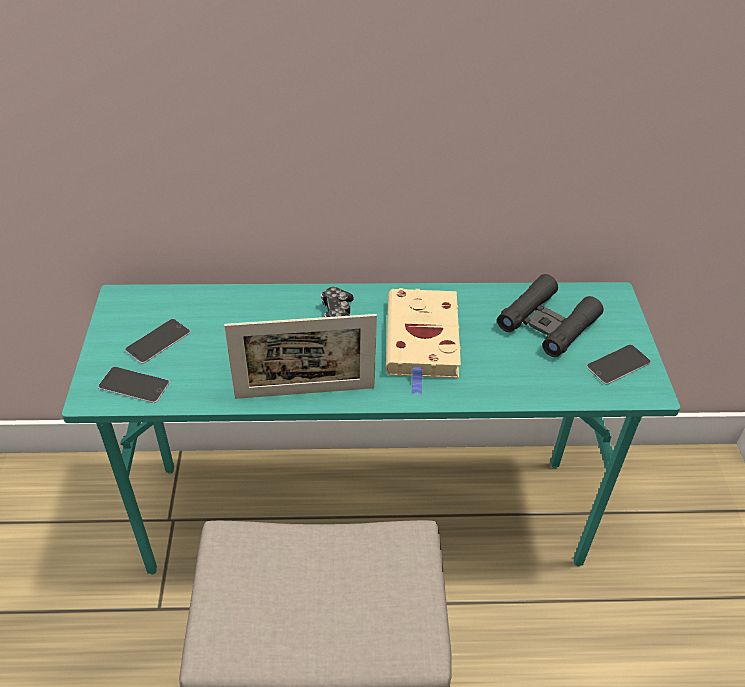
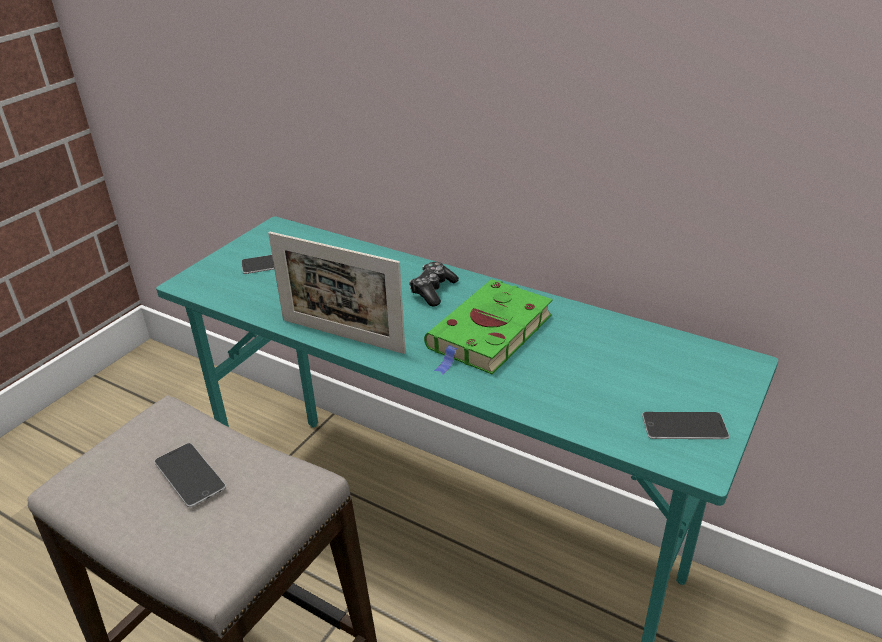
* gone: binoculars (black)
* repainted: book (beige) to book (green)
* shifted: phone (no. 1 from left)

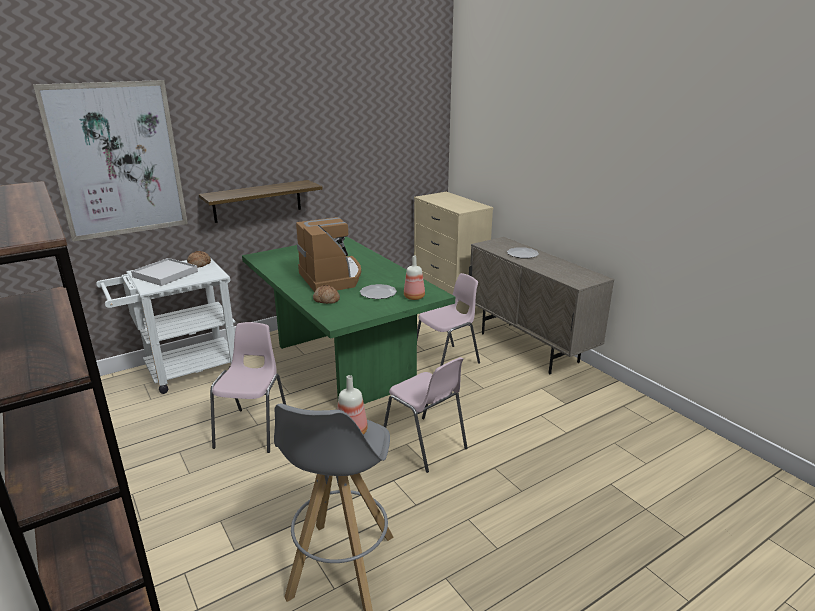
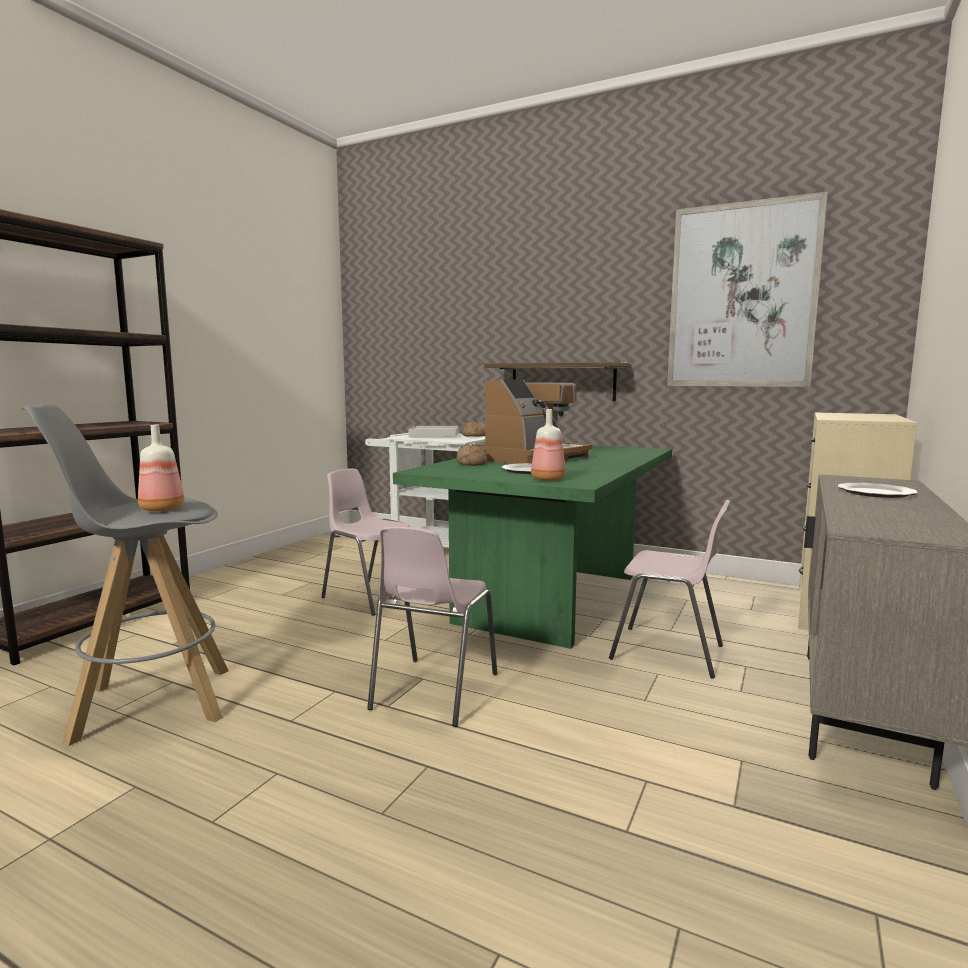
* shifted: picture
* rotated: chair (pink) (no. 1 from left) 120 degrees counterclockwise

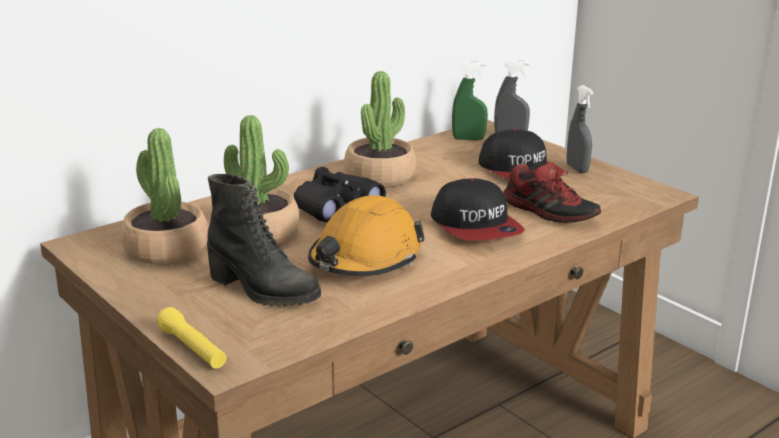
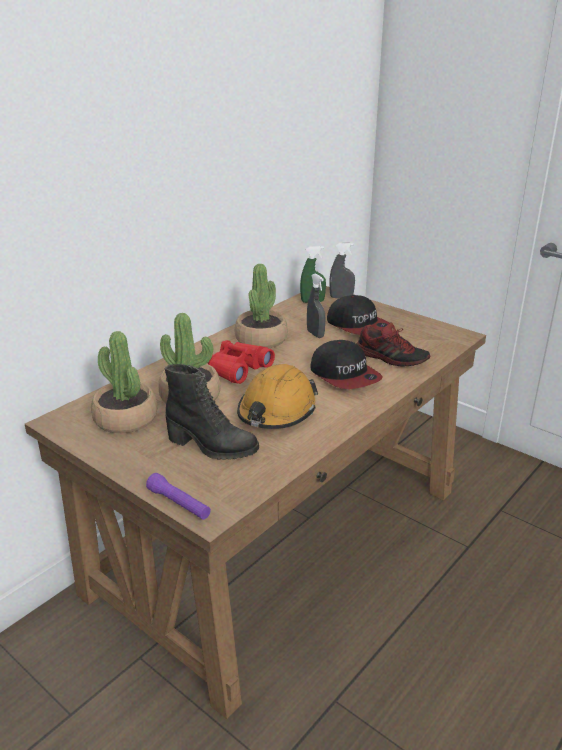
* shifted: spray bottle (grey) (no. 2 from left in the first image) to spray bottle (grey) (no. 1 from left)
* repainted: binoculars (black) to binoculars (red)
* repainted: flashlight (yellow) to flashlight (purple)

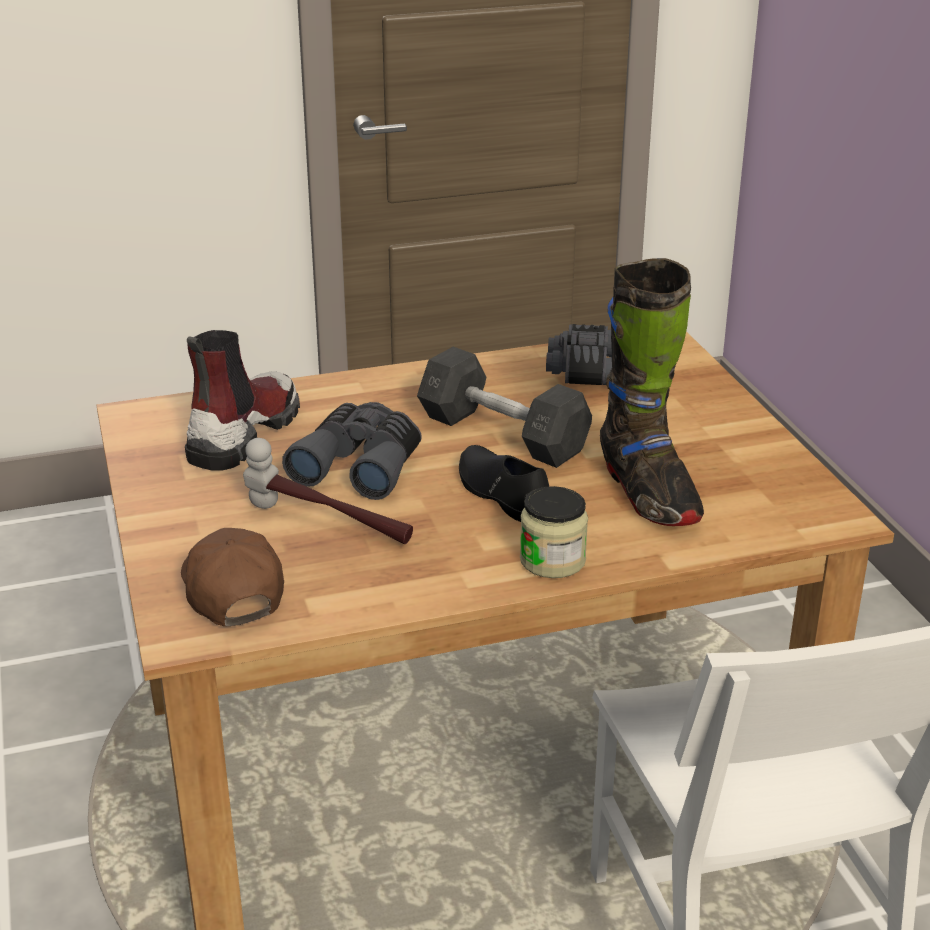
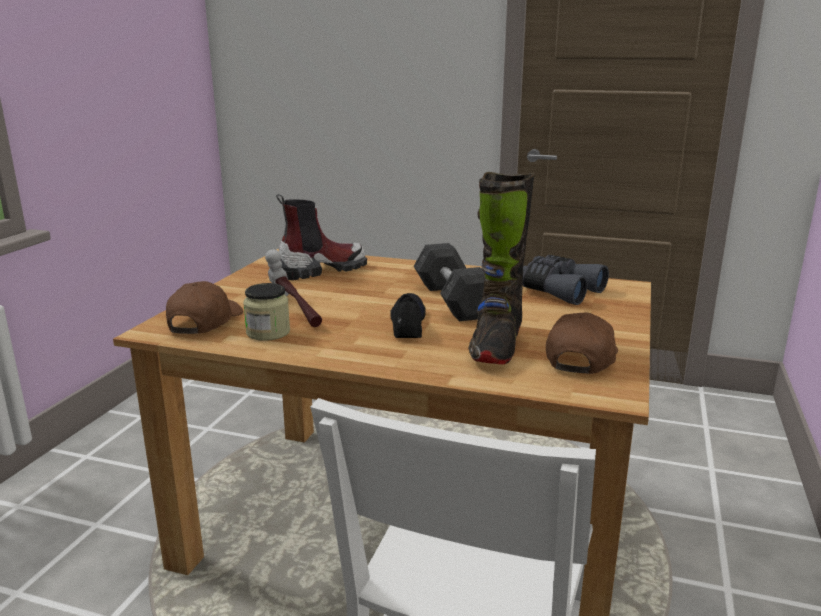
* gone: binoculars (grey) (no. 1 from left)
* shifted: jar
* new: cap (brown) (no. 2 from left)

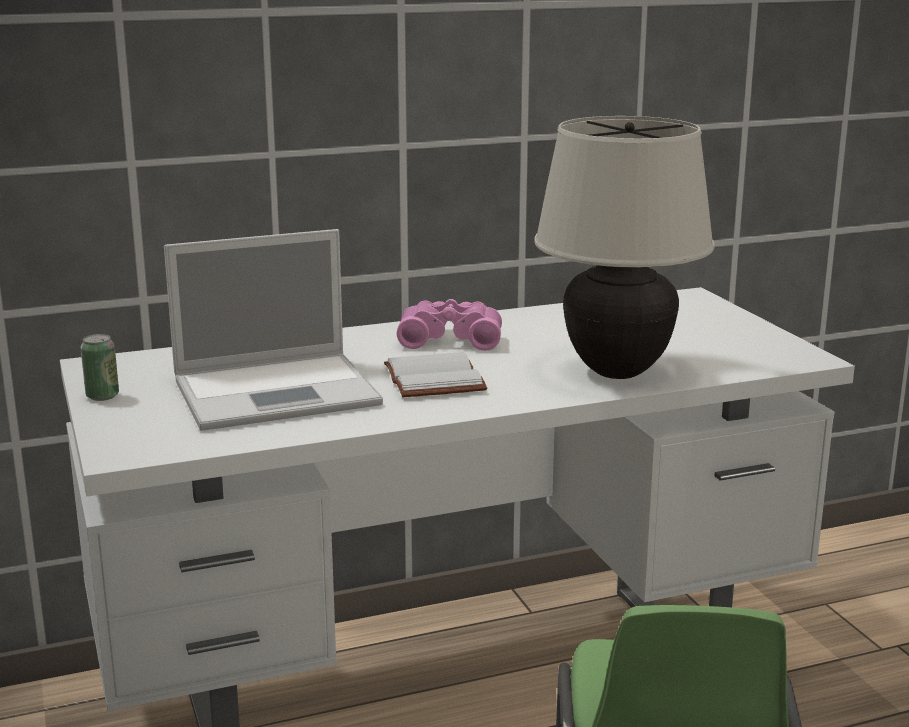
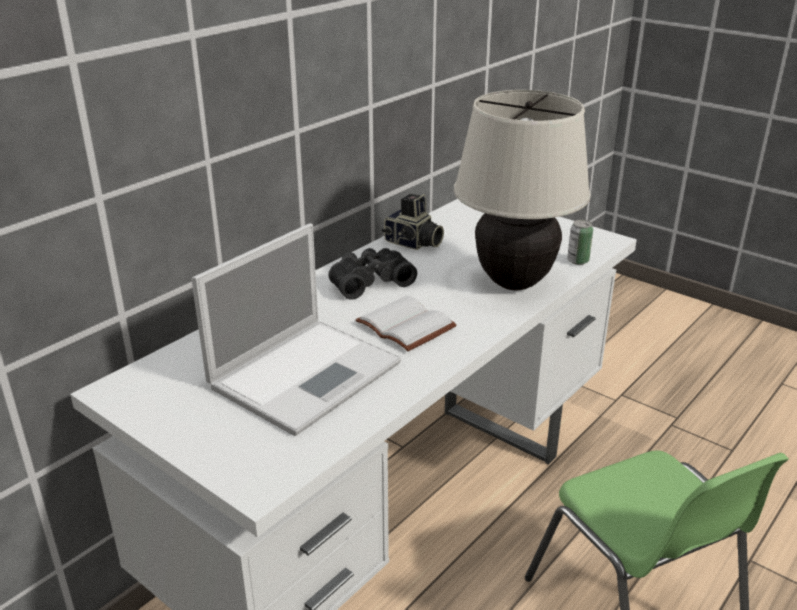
* repainted: binoculars (pink) to binoculars (black)
* shifted: can
* new: photo camera

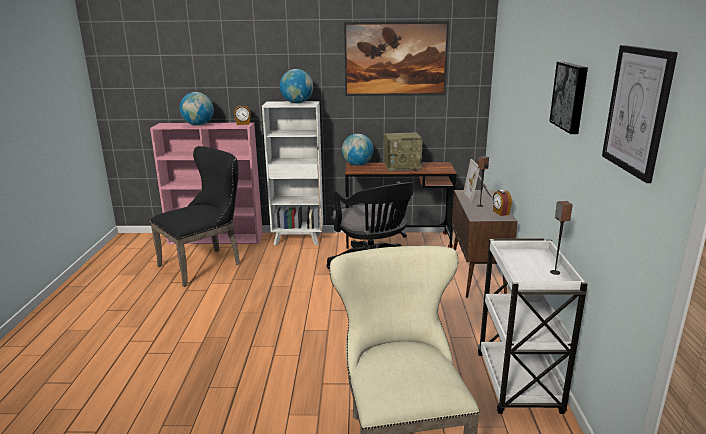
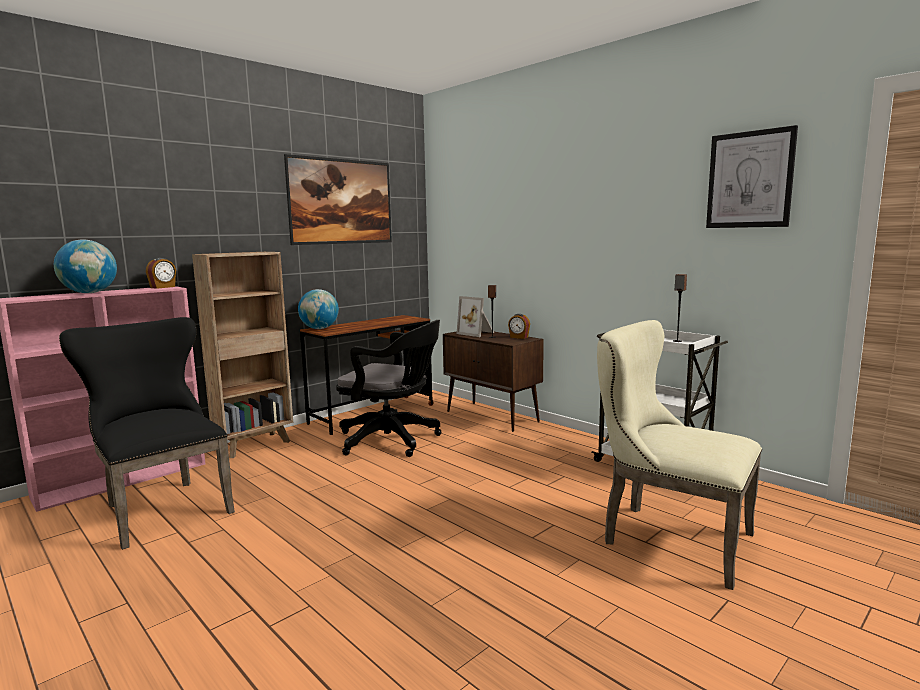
* gone: picture (no. 2 from left)
* gone: globe (no. 2 from left)
* repainted: bookcase (white) to bookcase (brown)
* gone: radio
* rotated: chair (black) 45 degrees counterclockwise

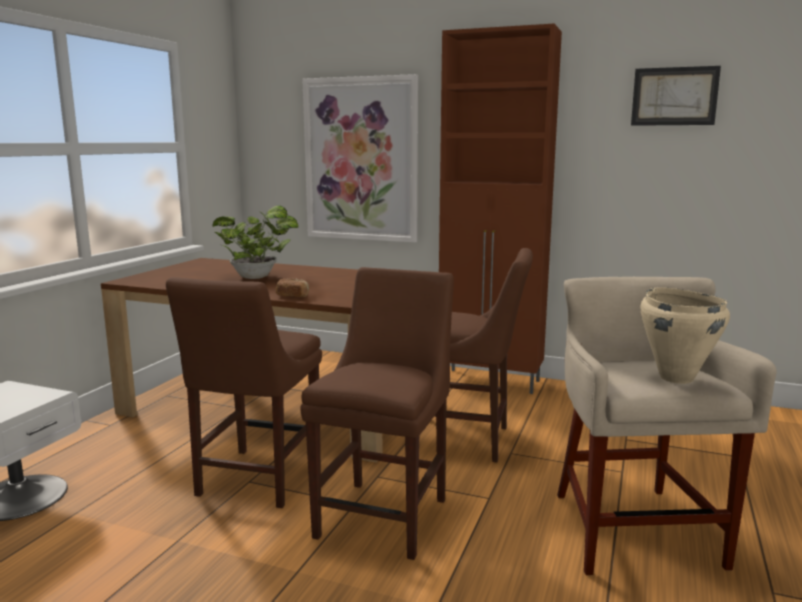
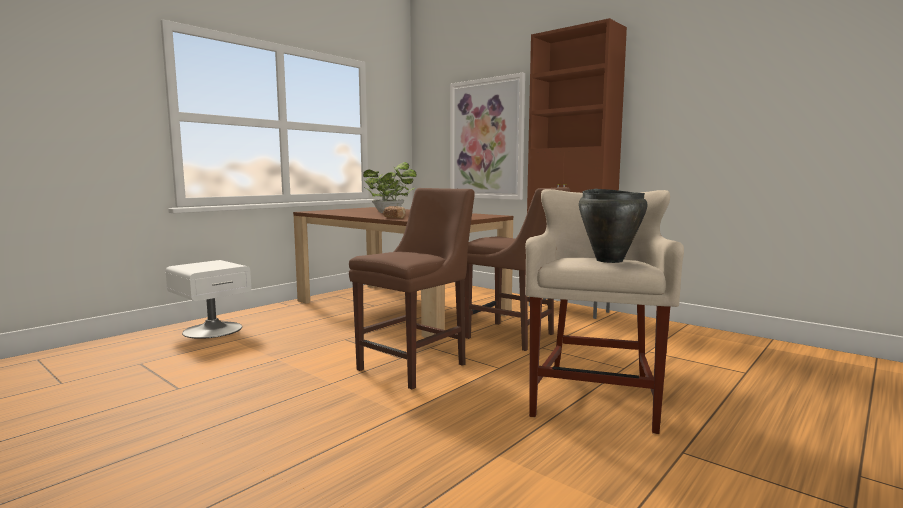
* gone: picture (no. 2 from left)
* gone: chair (brown) (no. 1 from left)
* repainted: cooking pot (beige) to cooking pot (black)

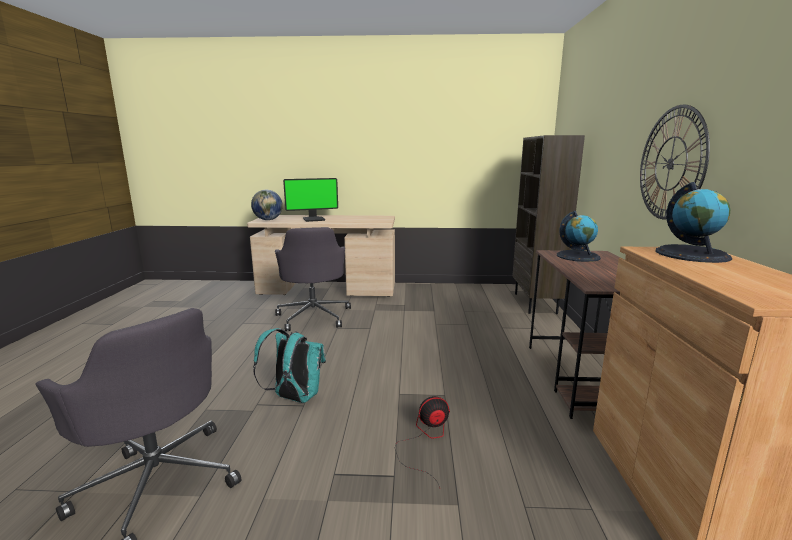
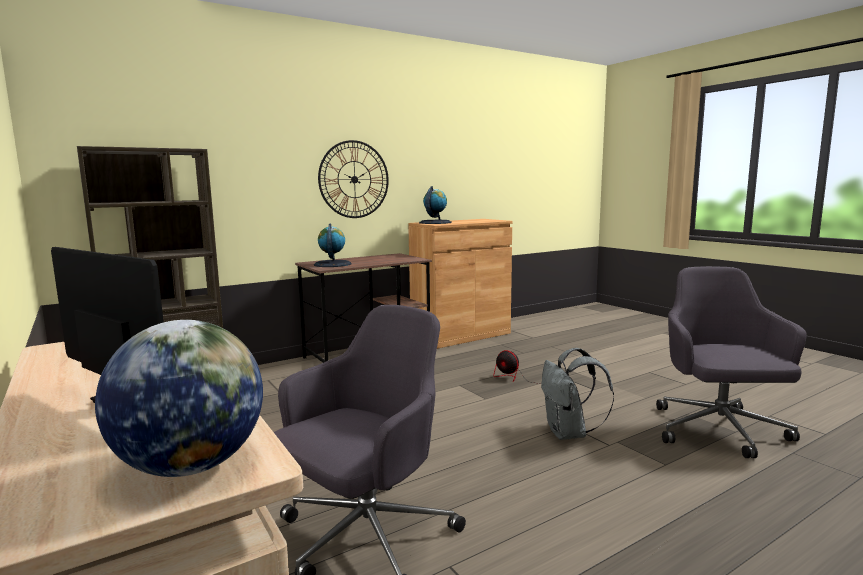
* repainted: backpack (turquoise) to backpack (grey)

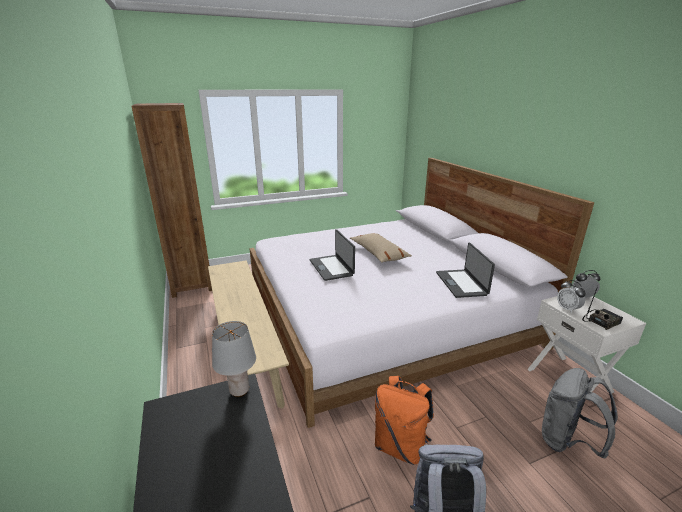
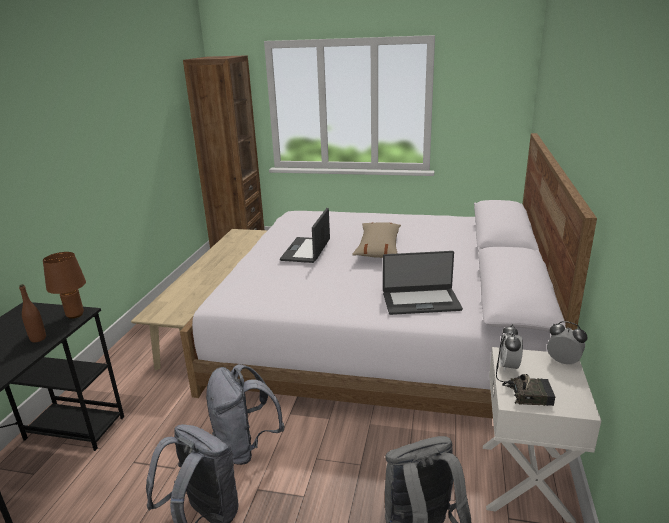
* rotated: laptop (no. 2 from left) 120 degrees counterclockwise
* repainted: table lamp (grey) to table lamp (brown)
* repainted: backpack (orange) to backpack (grey) (no. 2 from left)
* new: bottle (brown)

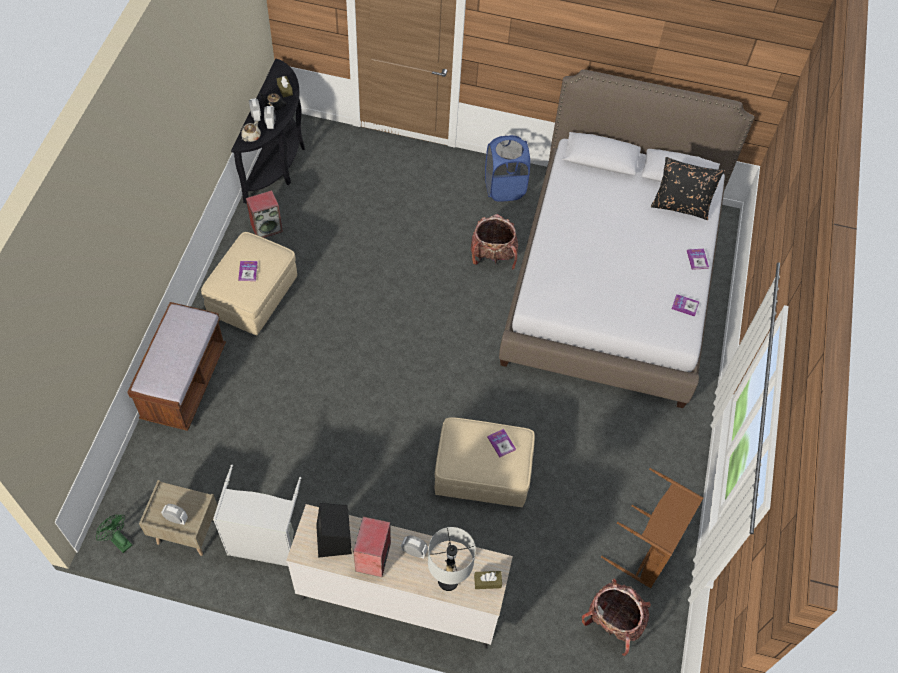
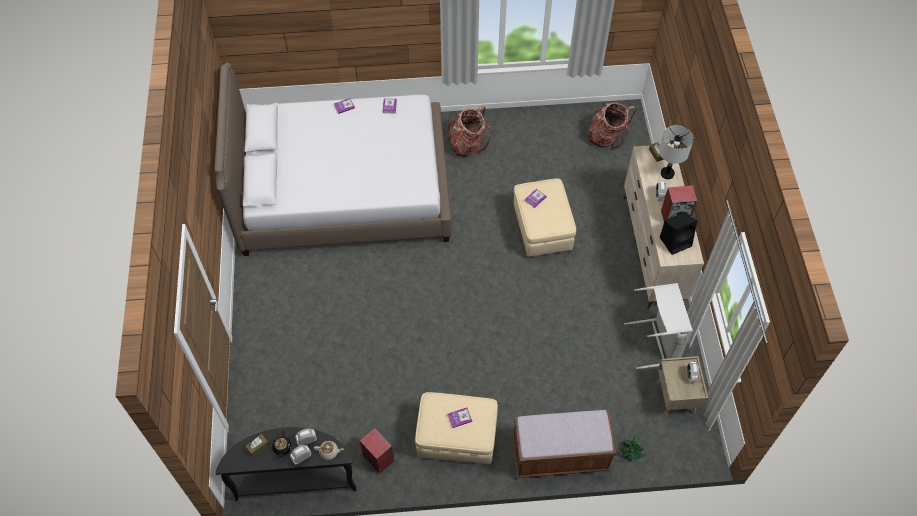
* gone: laundry basket (blue)
* gone: pillow (black)
* shifted: backpack (no. 1 from left)
* gone: laundry basket (brown)
* shifted: fan (green)

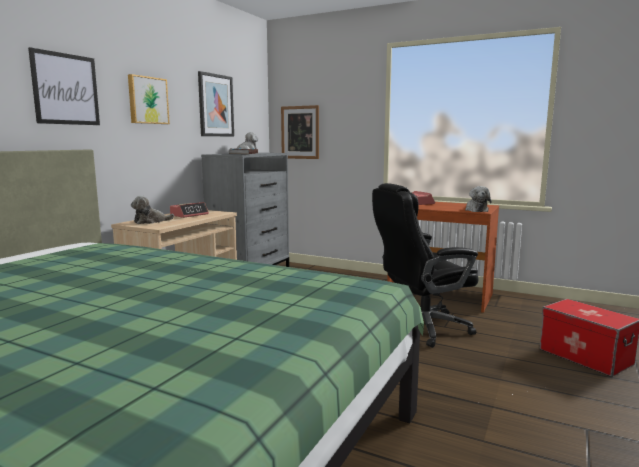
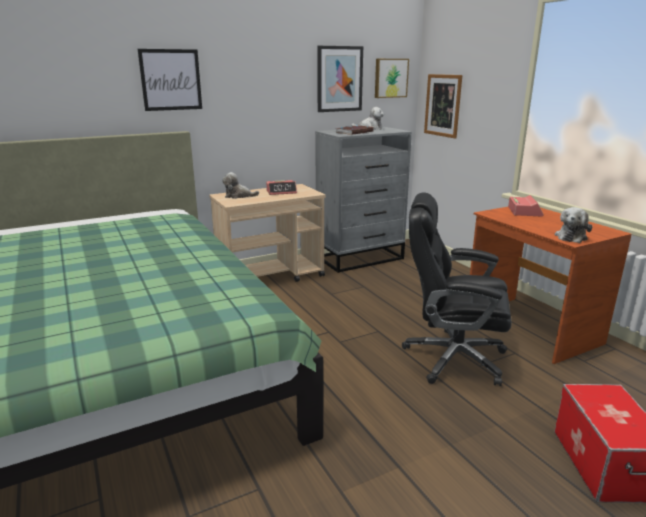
* shifted: picture (no. 2 from left in the first image) to picture (no. 3 from left)

